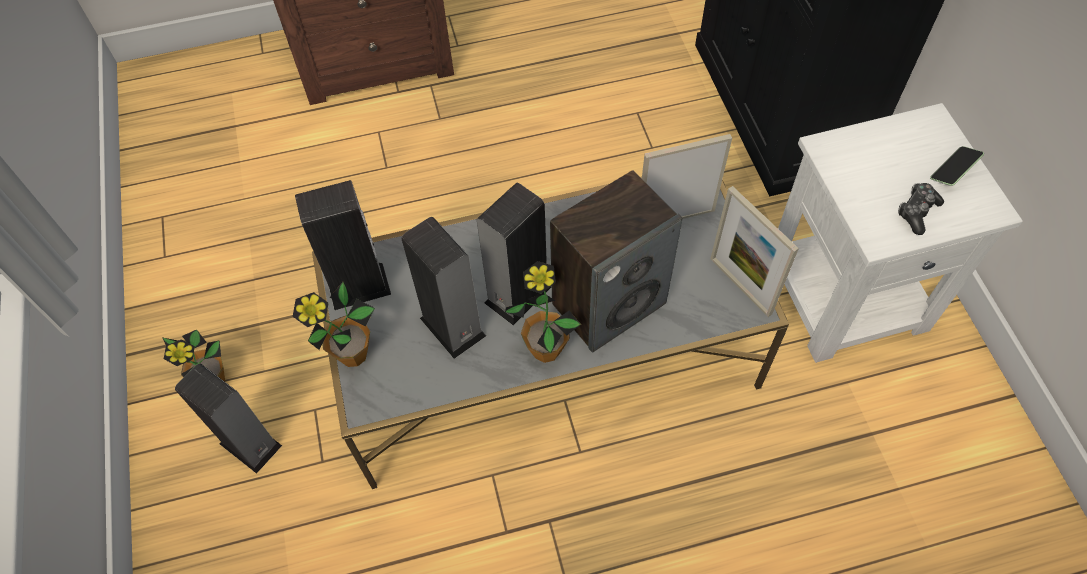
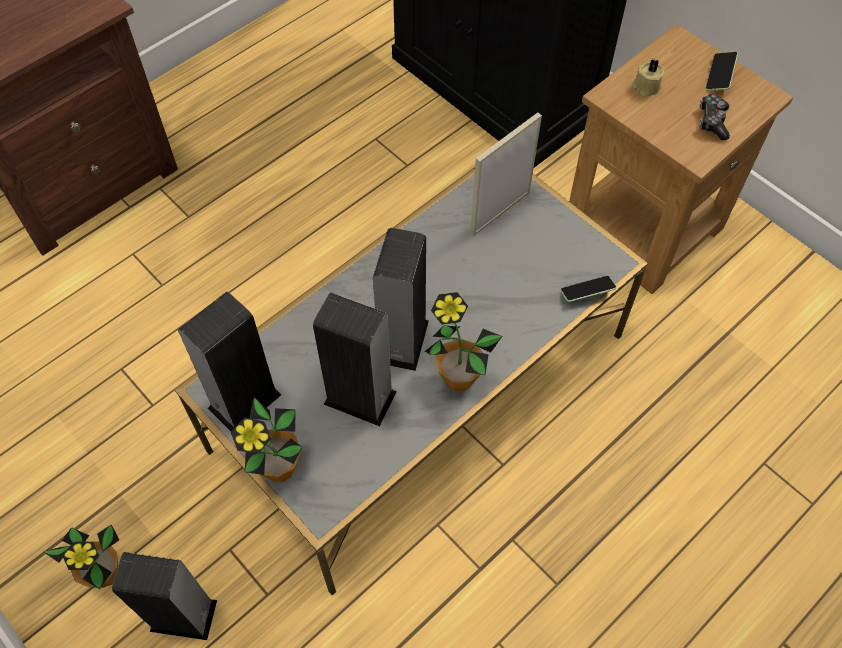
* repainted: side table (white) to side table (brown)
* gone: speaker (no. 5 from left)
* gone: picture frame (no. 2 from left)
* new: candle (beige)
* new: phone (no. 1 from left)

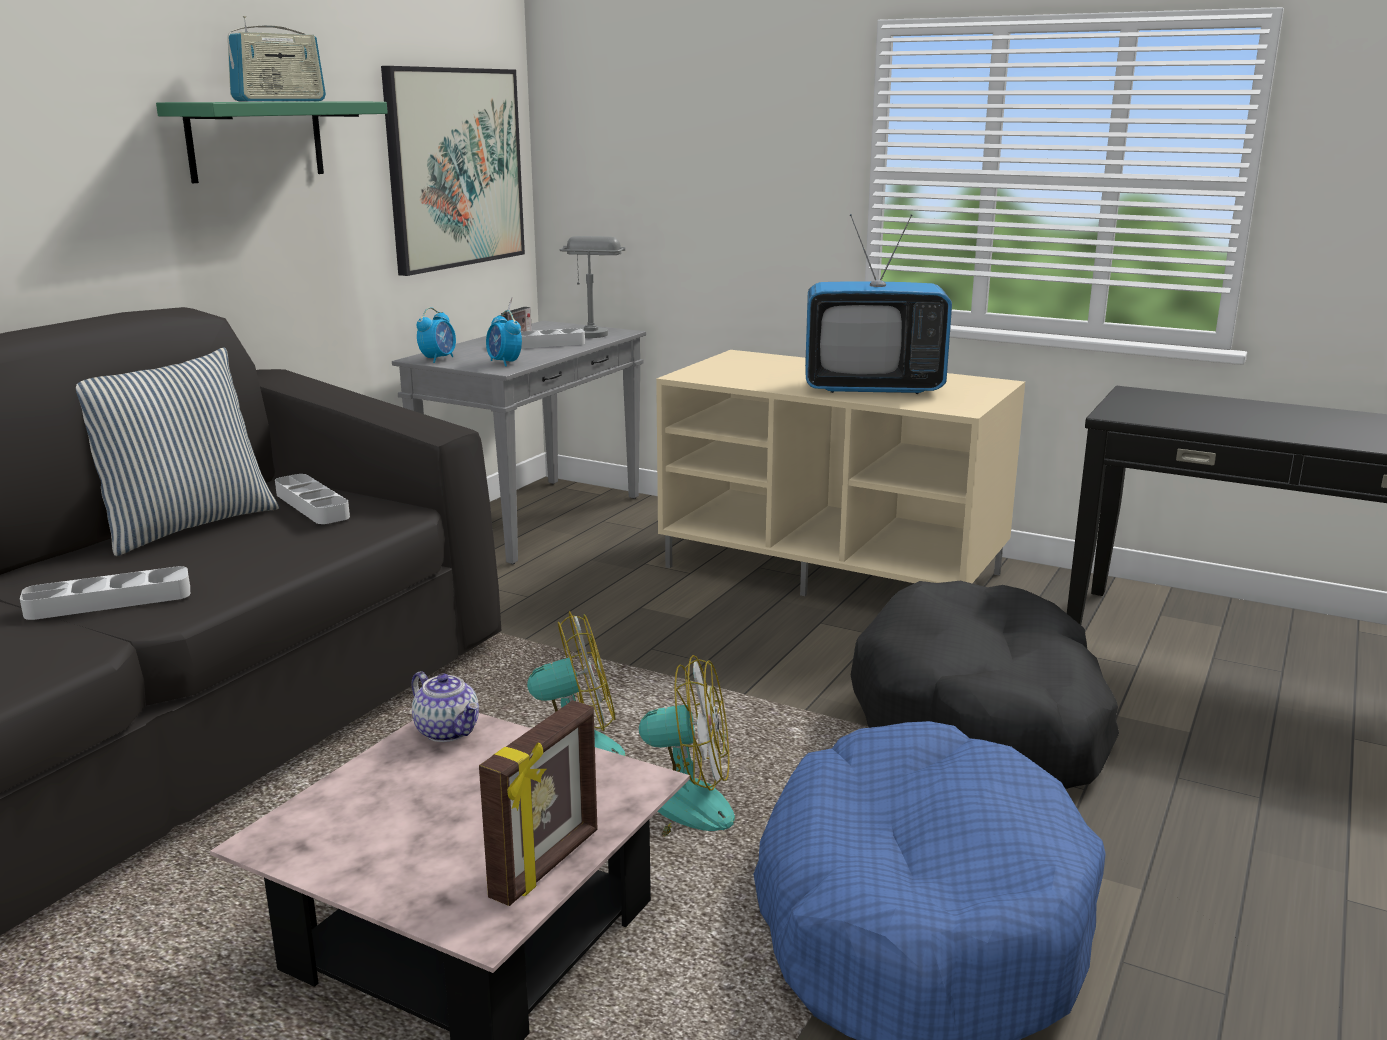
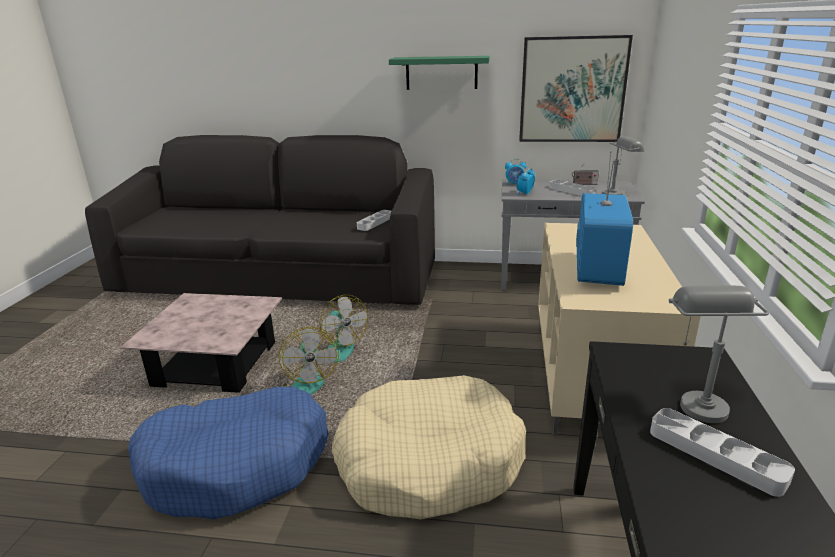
* gone: radio (no. 1 from left)
* rotated: television 150 degrees counterclockwise
* gone: pillow
* shifted: tray (grey) (no. 1 from left in the first image) to tray (grey) (no. 3 from left)
* repainted: dog bed (black) to dog bed (beige)
* gone: teapot
* gone: picture frame
* new: table lamp (grey) (no. 2 from left)

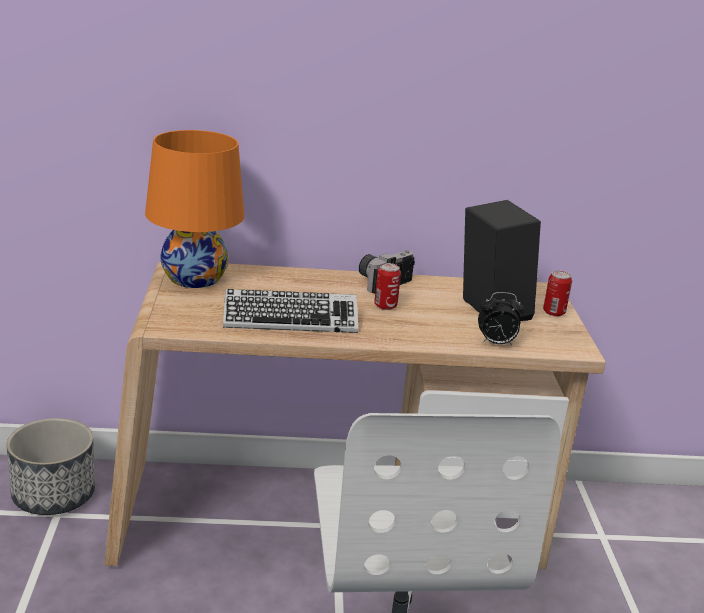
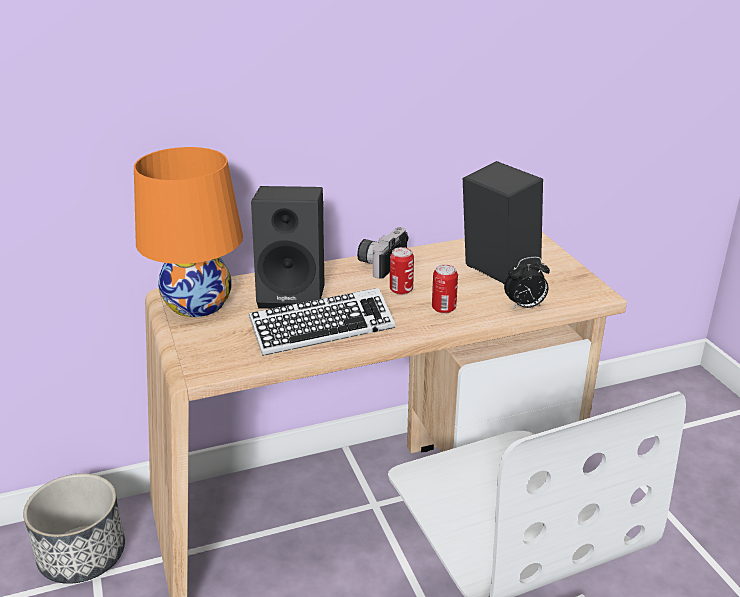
* shifted: can (no. 2 from left)
* new: speaker (black) (no. 1 from left)

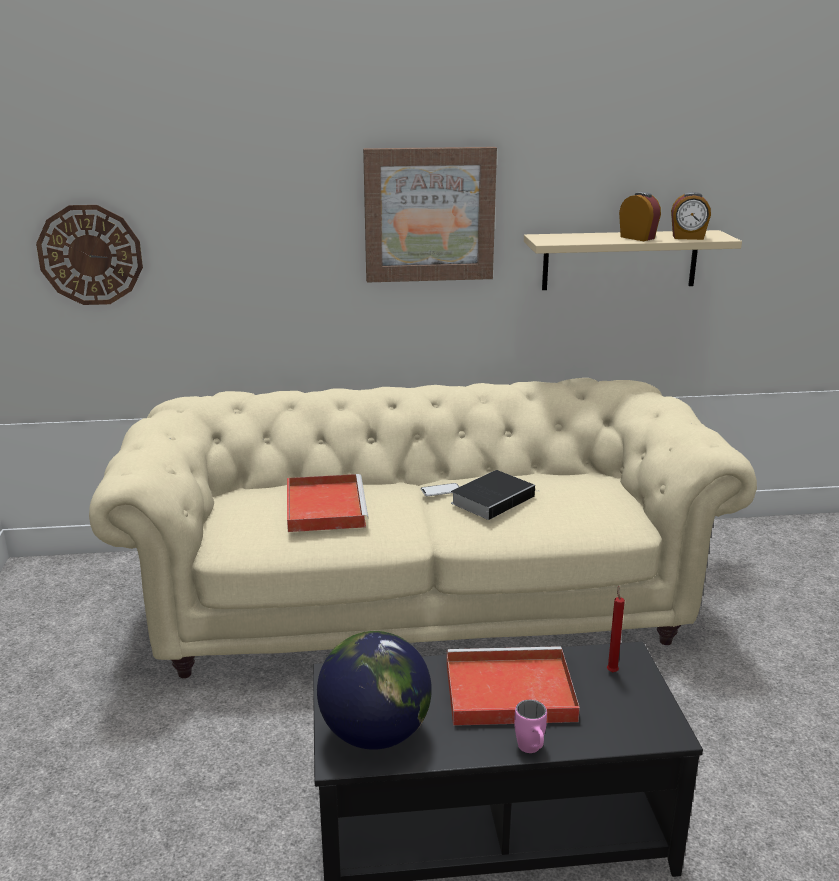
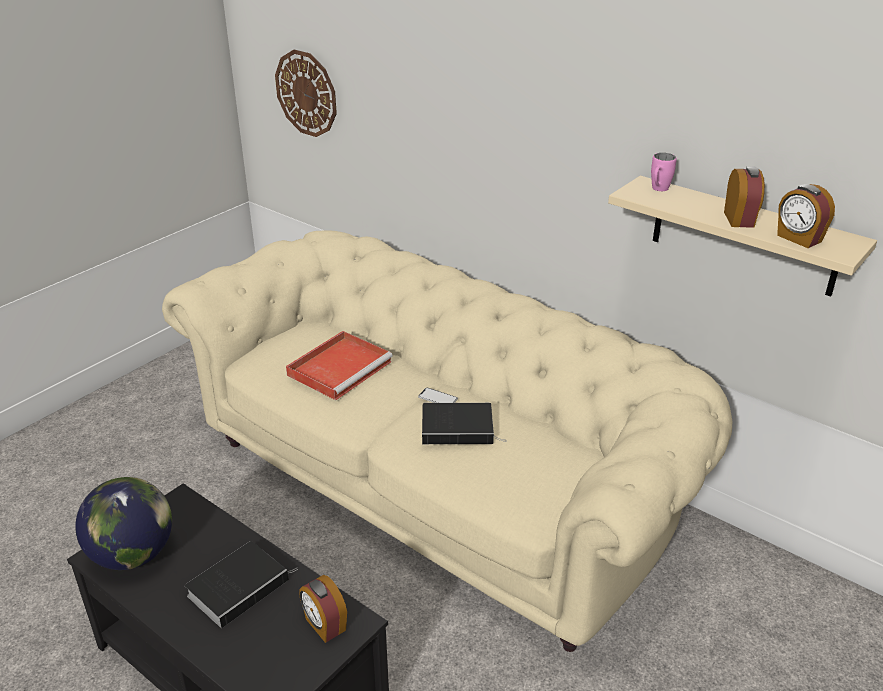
* gone: picture
* swapped: candle (red) to alarm clock (no. 1 from left)
* swapped: tray (red) (no. 2 from left) to book (no. 1 from left)
* shifted: mug (pink)

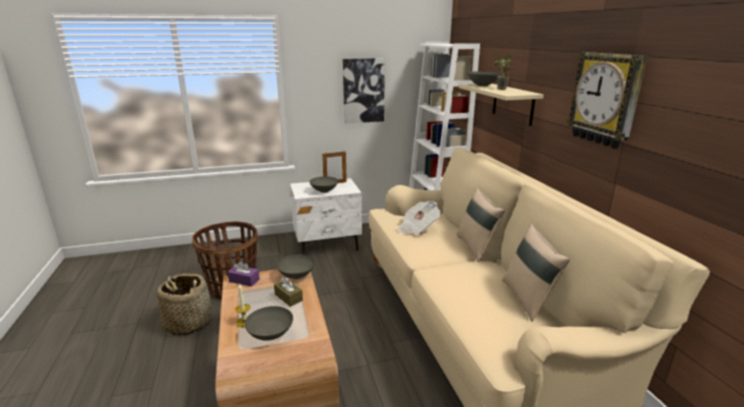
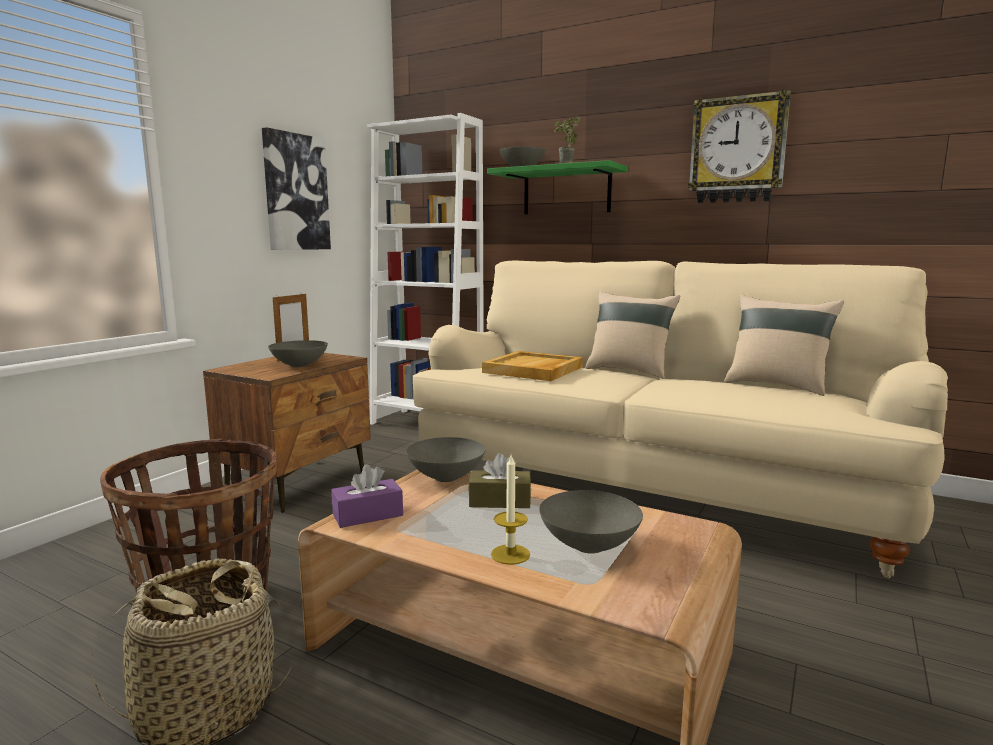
* repainted: shelf (beige) to shelf (green)
* repainted: nightstand (white) to nightstand (brown)
* swapped: newspaper to tray (beige)

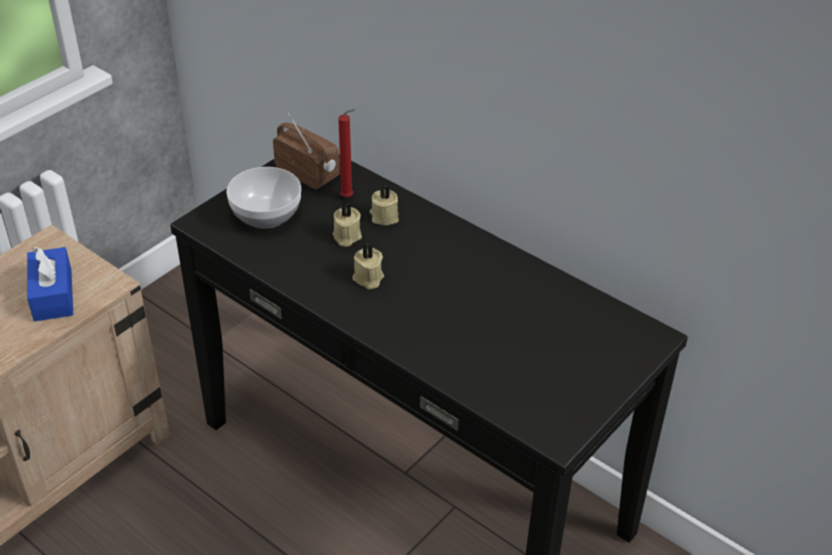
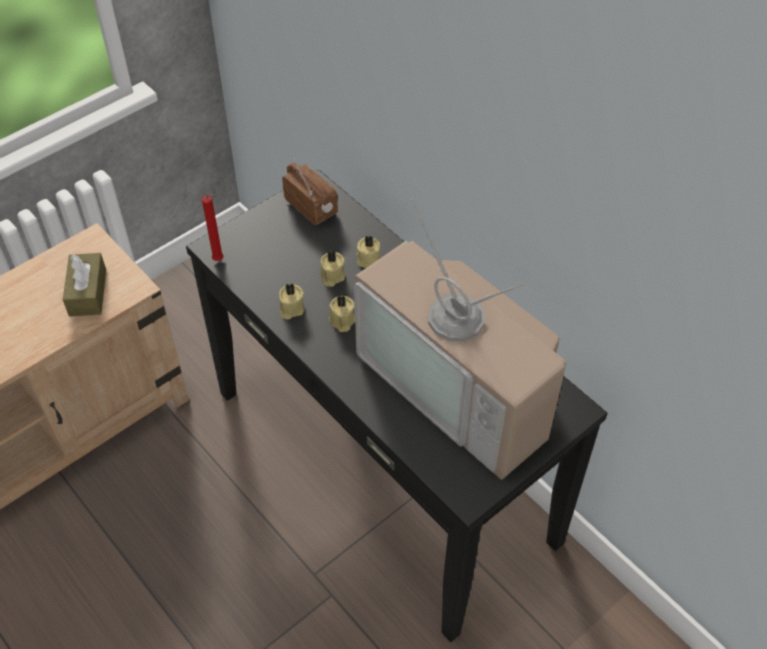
* shifted: candle (red)
* gone: bowl
* repainted: tissue box (blue) to tissue box (brown)
* new: television
* new: candle (beige) (no. 1 from left)

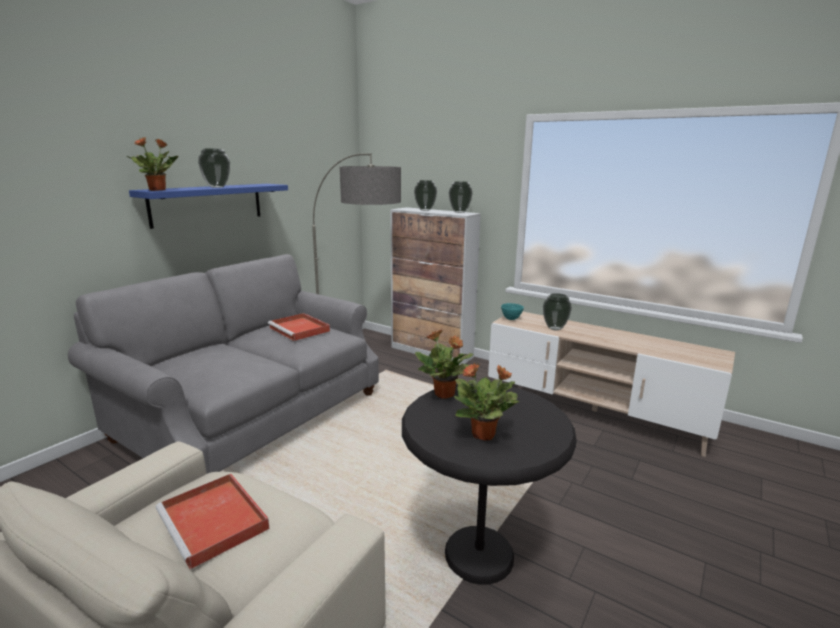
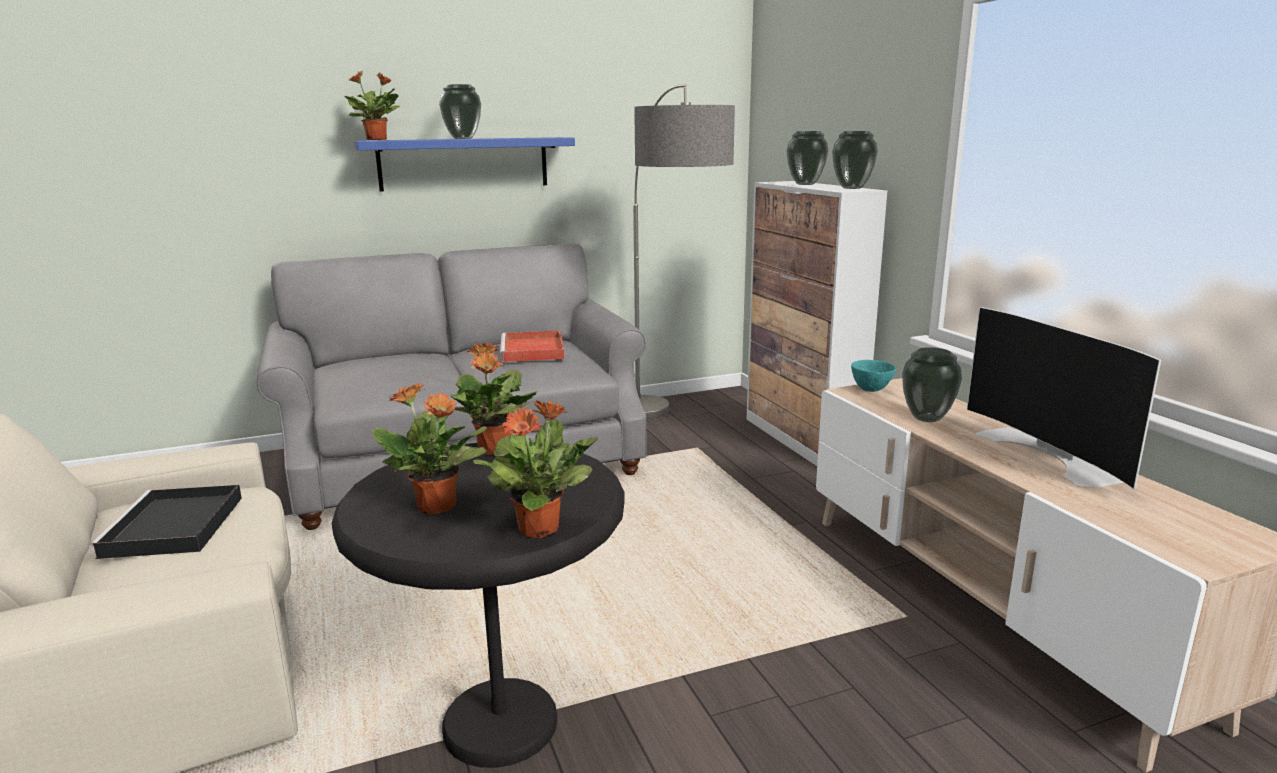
* repainted: tray (red) (no. 1 from left) to tray (black)
* new: television
* new: potted plant (no. 4 from left)

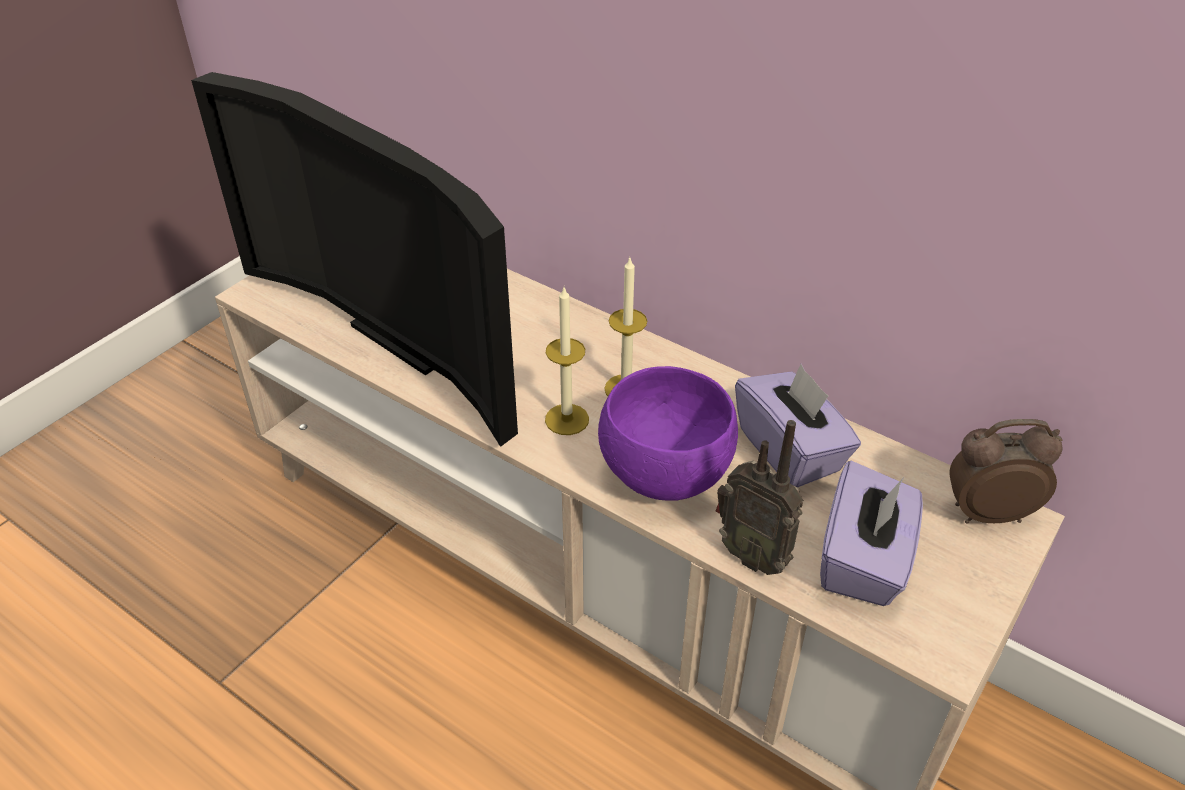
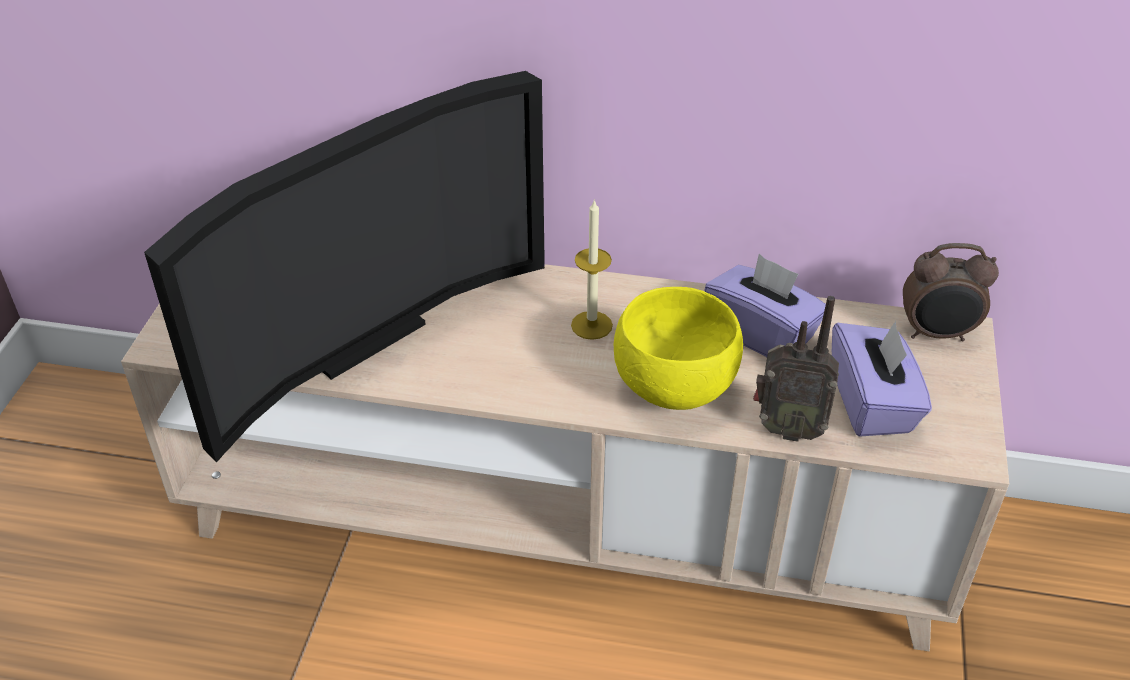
* rotated: television 60 degrees counterclockwise
* gone: candle (no. 1 from left)
* repainted: bowl (purple) to bowl (yellow)
* rotated: alarm clock 150 degrees counterclockwise

